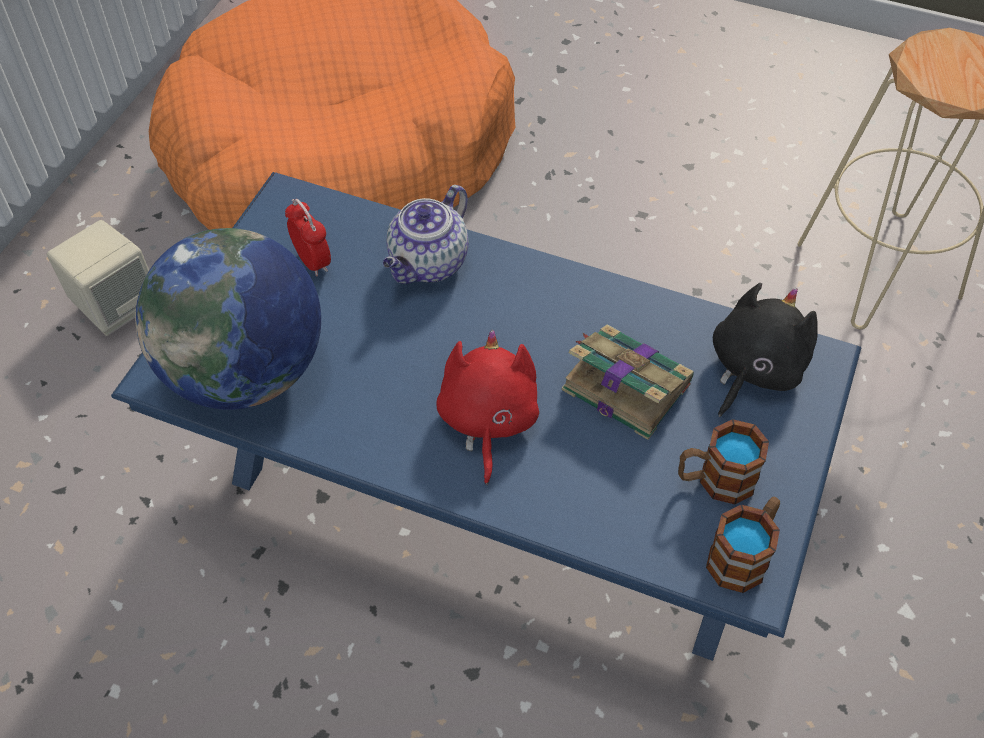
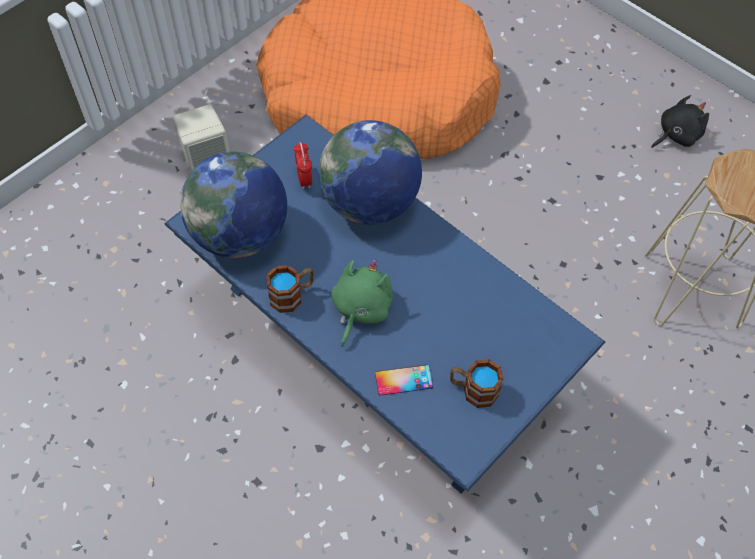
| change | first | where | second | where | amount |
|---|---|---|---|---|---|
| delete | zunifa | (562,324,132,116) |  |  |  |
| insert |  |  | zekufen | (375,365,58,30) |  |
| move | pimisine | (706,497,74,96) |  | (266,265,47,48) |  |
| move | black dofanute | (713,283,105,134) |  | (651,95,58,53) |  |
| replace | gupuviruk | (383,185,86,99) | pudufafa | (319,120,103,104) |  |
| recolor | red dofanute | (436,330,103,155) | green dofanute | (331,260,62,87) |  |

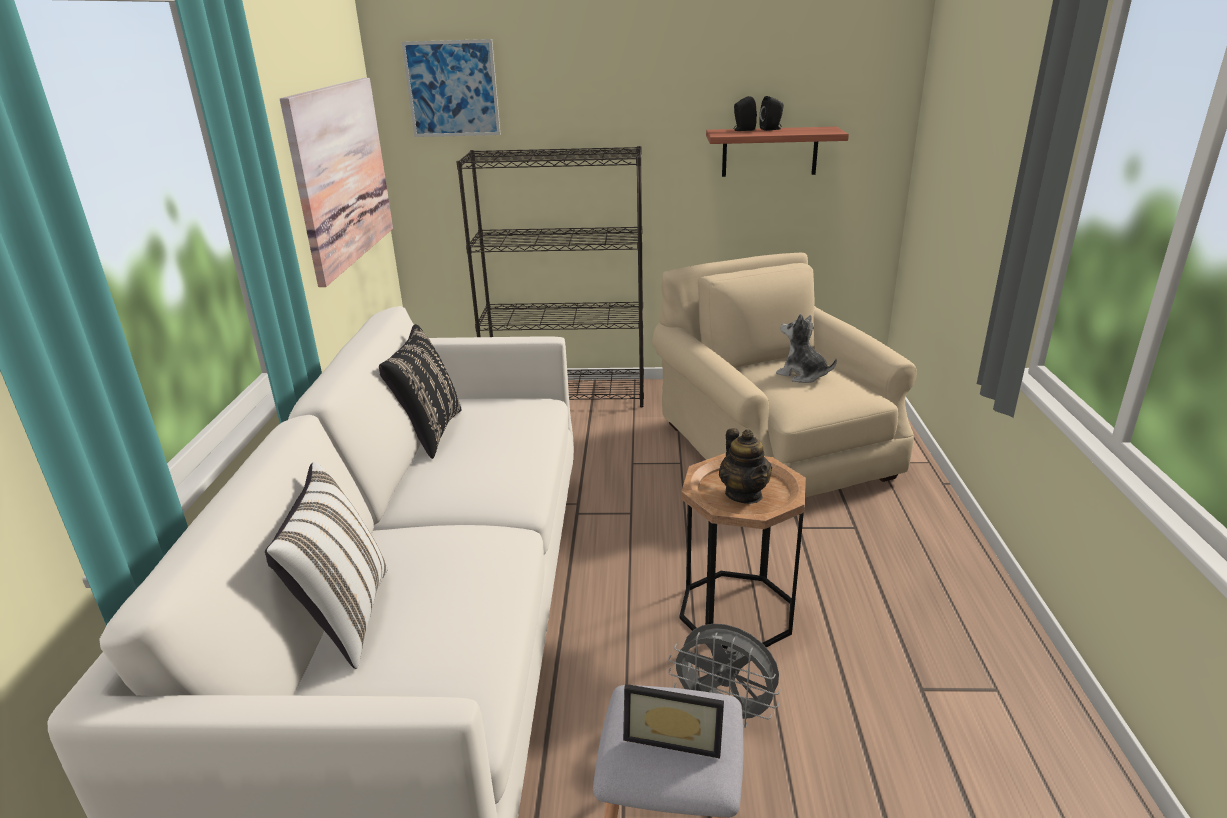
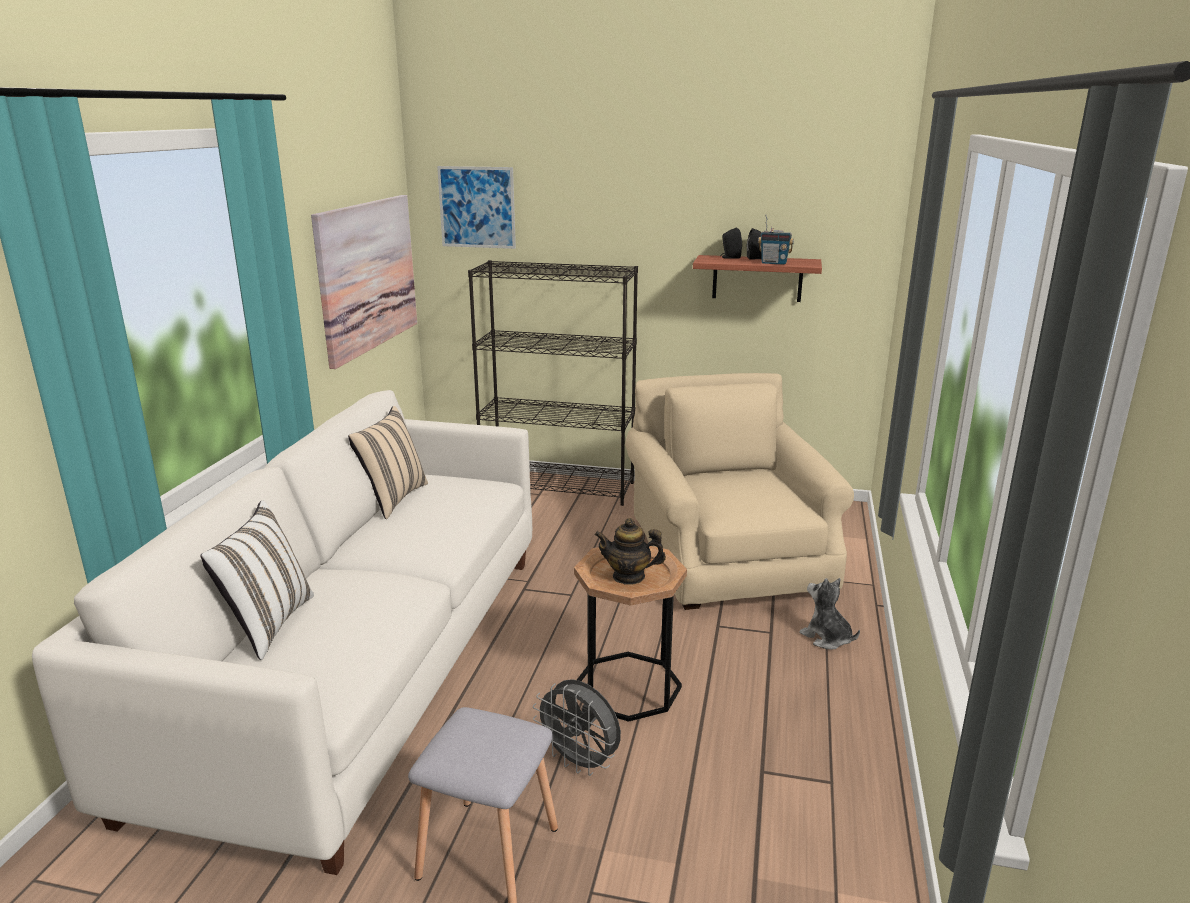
| change | first | where | second | where | amount |
|---|---|---|---|---|---|
| delete | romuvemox | (623,684,101,74) |  |  |  |
| insert |  |  | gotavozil | (758,215,36,50) |  |
| move | dofanute | (776,314,61,69) |  | (799,578,61,72) |  |
| recolor | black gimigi | (379,324,82,135) | beige gimigi | (348,406,80,113) |  |
| rotate | gupuviruk | (719,428,53,76) |  | (595,518,71,67) | 105 degrees clockwise |

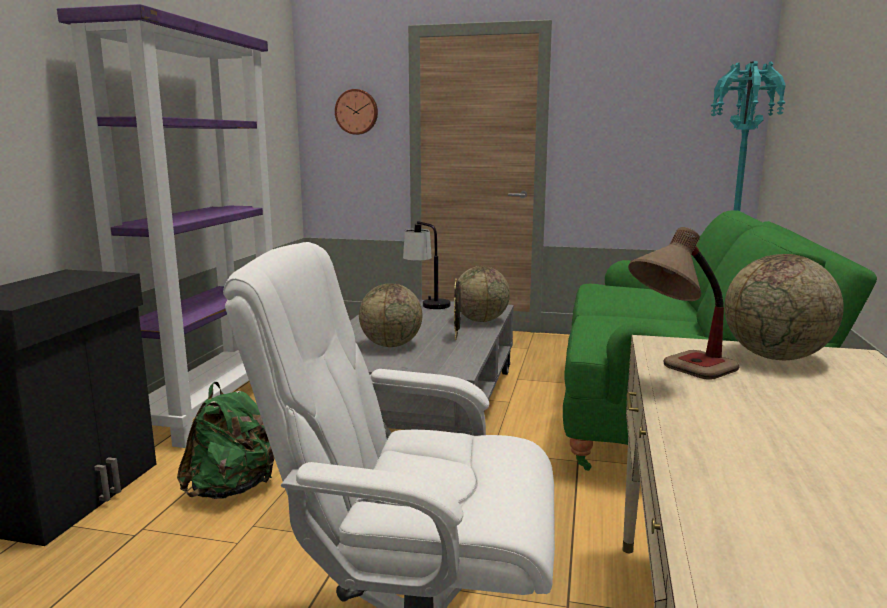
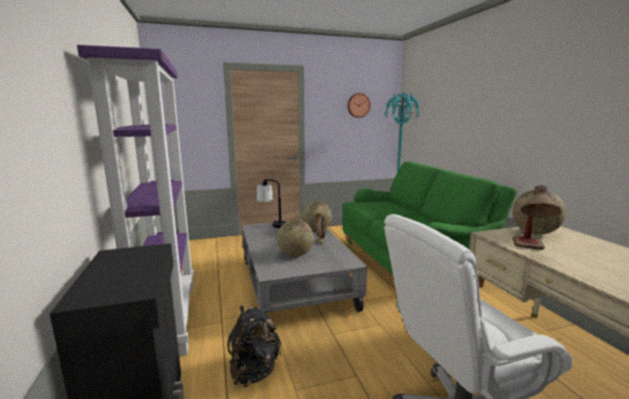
| change | first | where | second | where | amount |
|---|---|---|---|---|---|
| move | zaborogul | (335,89,43,46) |  | (348,93,22,25) |  |
| recolor | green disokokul | (177,382,98,117) | black disokokul | (227,305,54,82) |  |

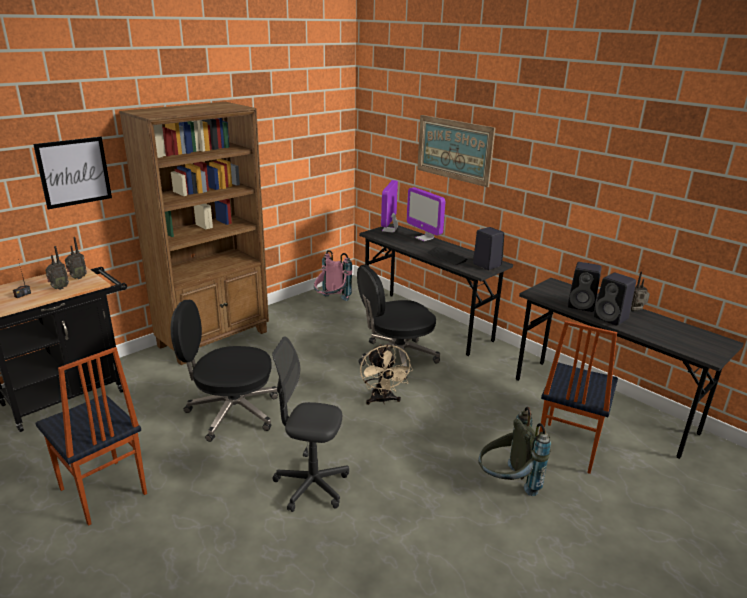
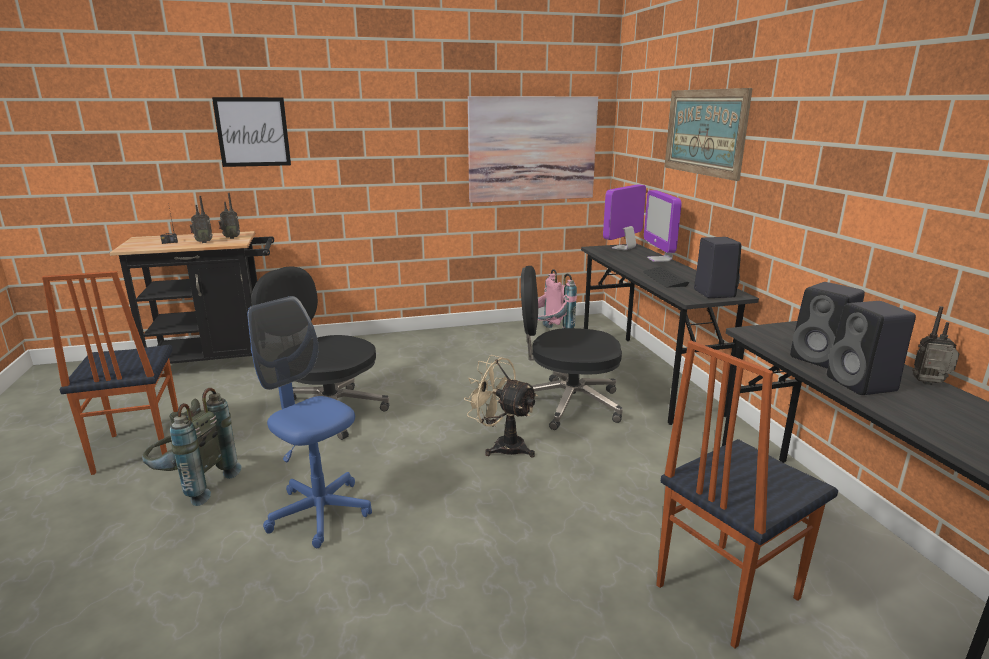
| change | first | where | second | where | amount |
|---|---|---|---|---|---|
| delete | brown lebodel | (119,102,150,263) |  |  |  |
| insert |  |  | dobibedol | (468,96,130,107) |  |
| move | grey disokokul | (478,407,73,89) |  | (142,388,99,118) |  |
| recolor | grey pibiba | (272,336,77,176) | blue pibiba | (248,296,124,252) |  |
| rotate | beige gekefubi | (360,344,53,61) |  | (464,355,74,103) | 105 degrees clockwise |

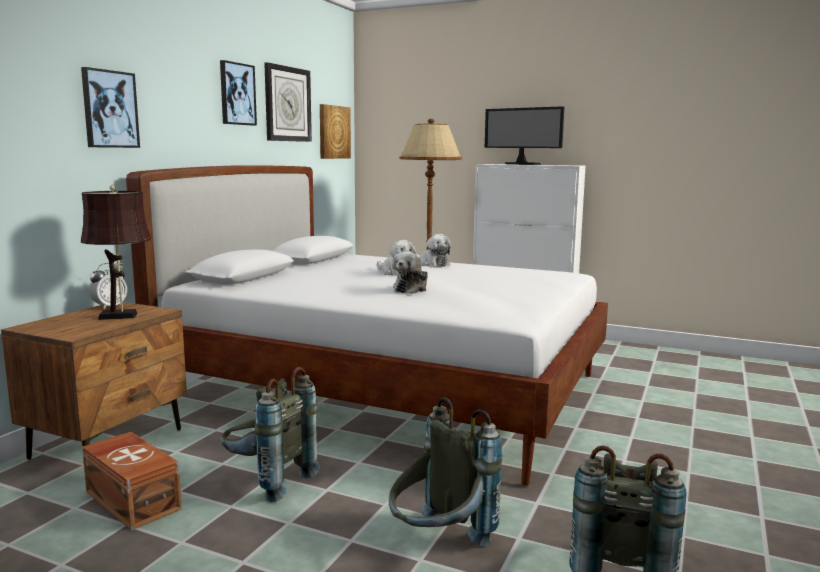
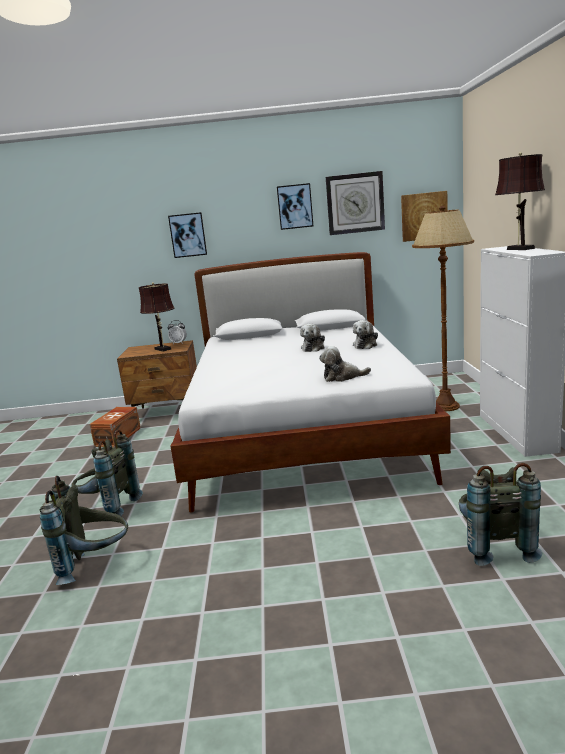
| change | first | where | second | where | amount |
|---|---|---|---|---|---|
| move | grey disokokul | (221,367,99,135) |  | (459,463,83,103) |  |
| move | dofanute | (392,252,36,42) |  | (319,346,52,36) |  |
| replace | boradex | (485,106,79,59) | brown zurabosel | (495,152,50,98) |  |

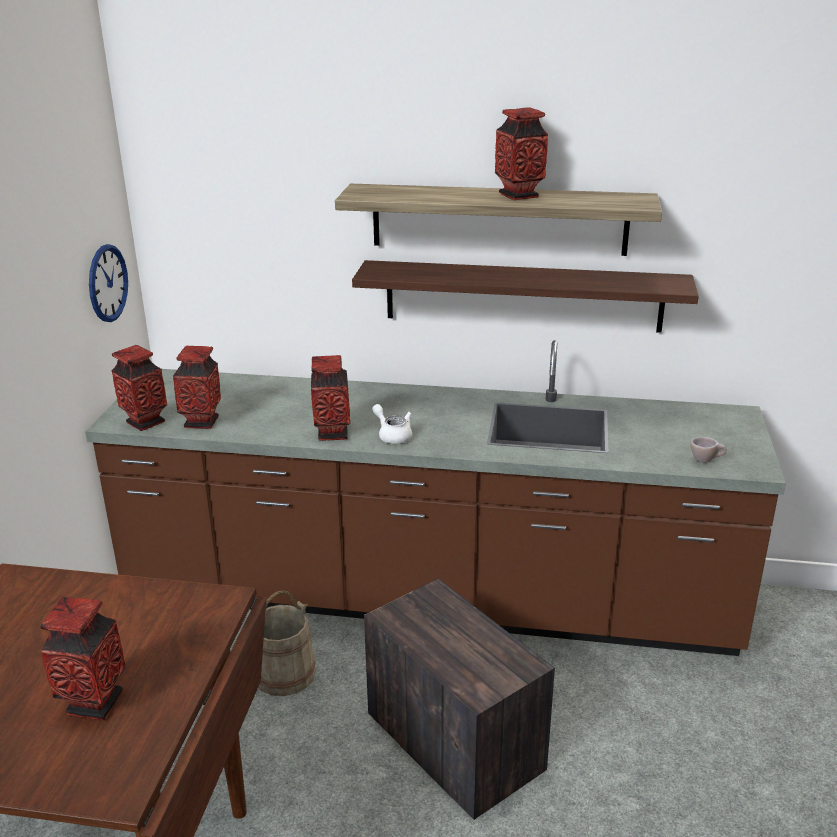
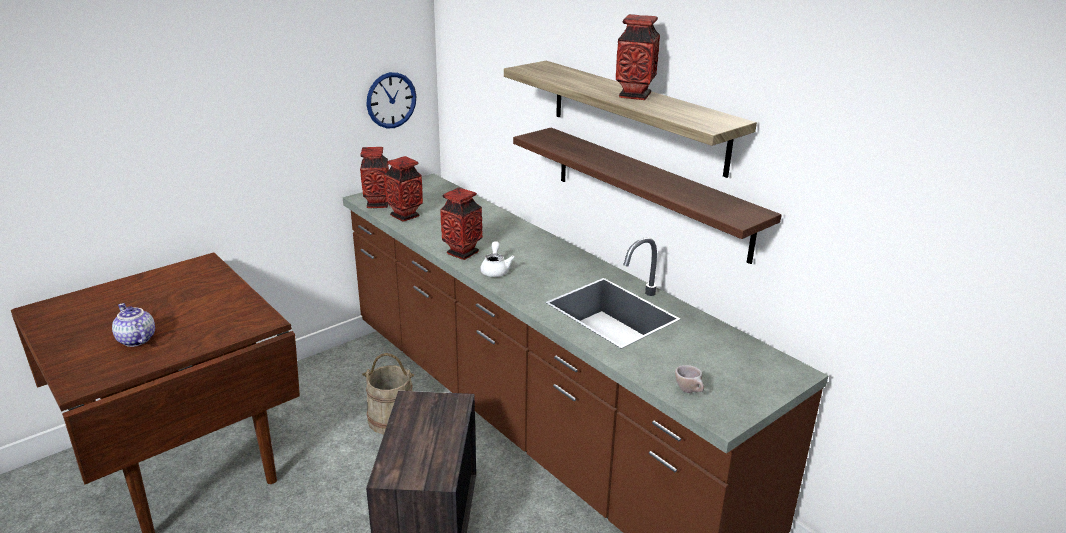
| change | first | where | second | where | amount |
|---|---|---|---|---|---|
| replace | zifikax | (40,597,86,123) | gupuviruk | (112,303,43,44) |  |

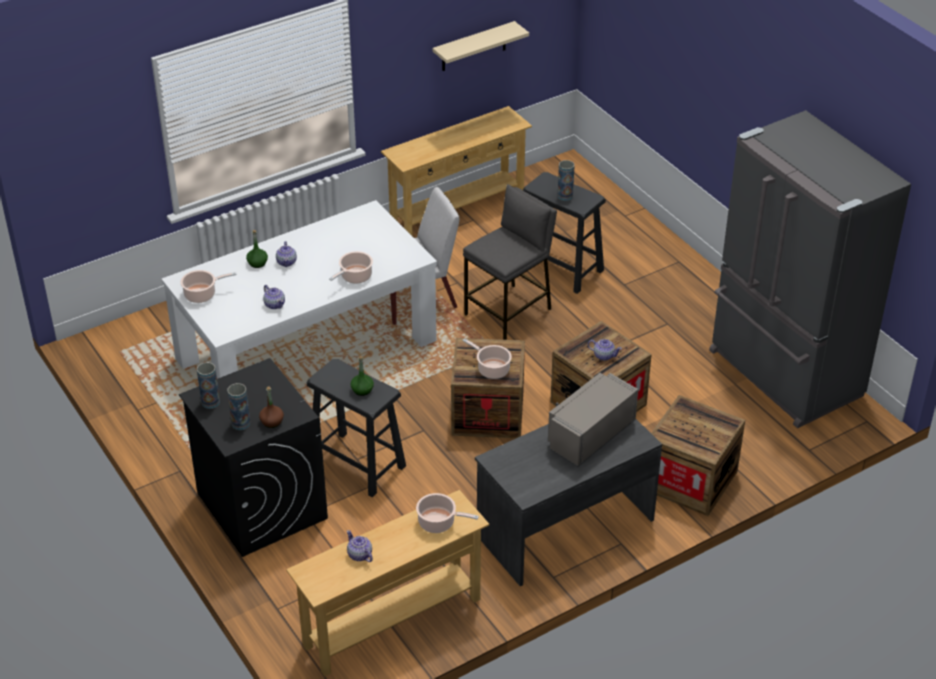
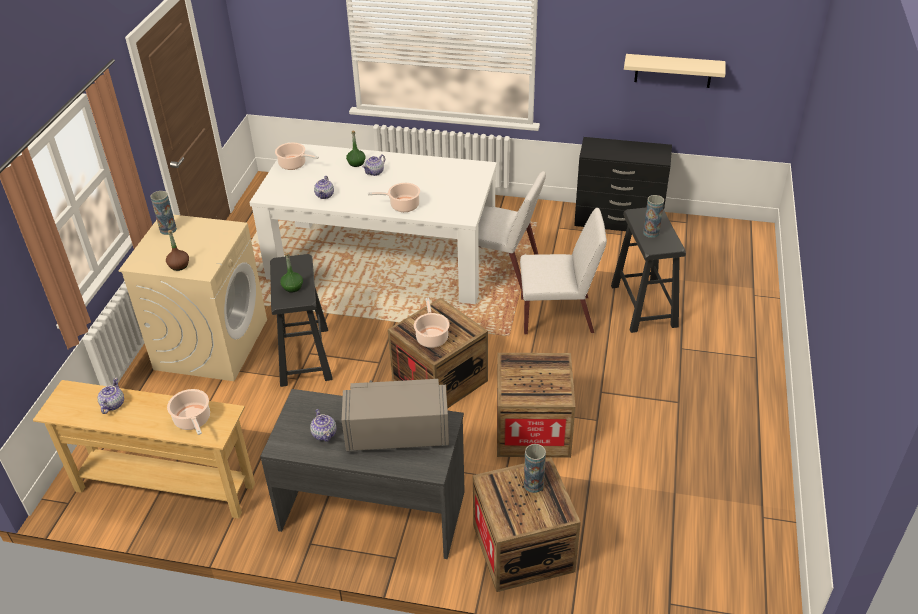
| change | first | where | second | where | amount |
|---|---|---|---|---|---|
| delete | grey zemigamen | (709,110,202,318) |  |  |  |
| move | zifikax | (227,383,23,47) |  | (524,444,22,49) |  |
| move | gupuviruk | (588,339,34,22) |  | (310,409,27,33) |  |
| replace | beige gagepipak | (381,106,151,131) | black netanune | (574,137,98,94) |  |
| replace | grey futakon | (463,184,94,156) | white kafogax | (520,208,87,126) |  |
| recolor | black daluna | (179,358,149,199) | beige daluna | (118,215,149,166) |  |

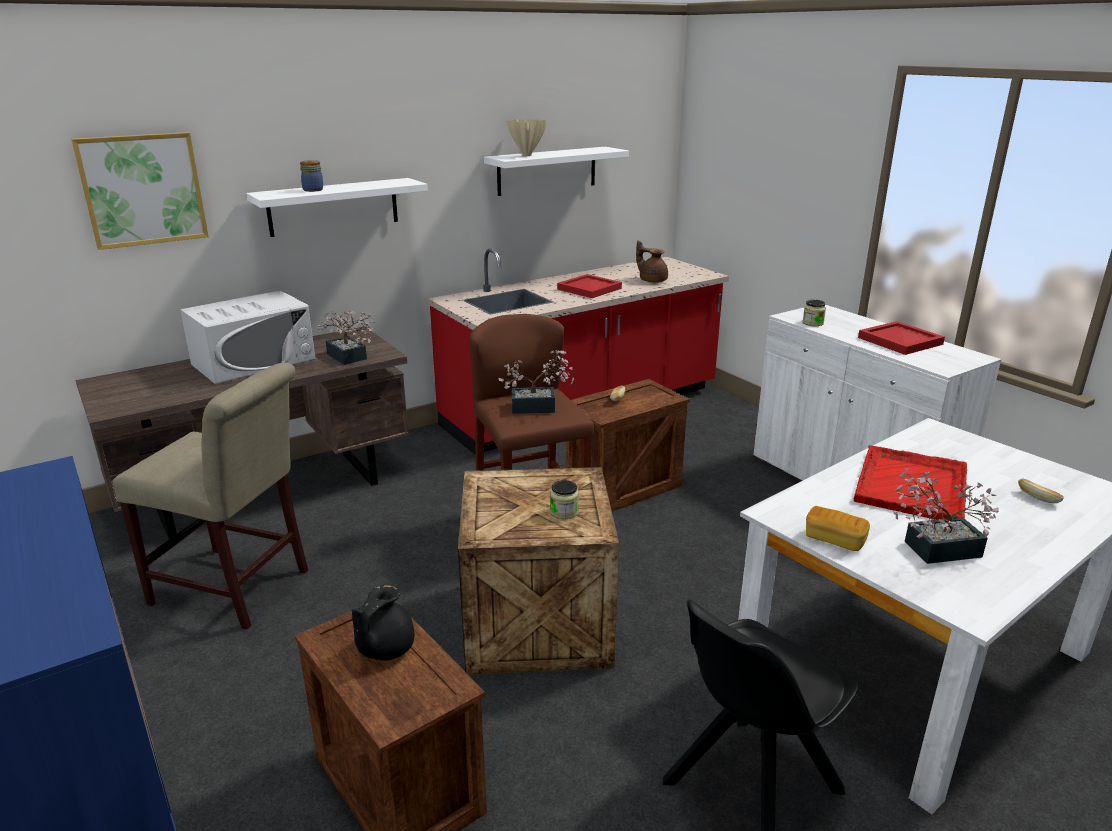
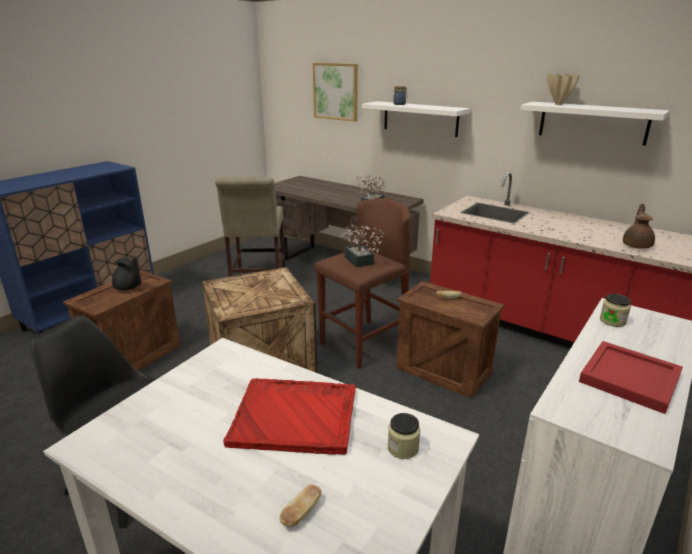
| change | first | where | second | where | amount |
|---|---|---|---|---|---|
| delete | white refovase | (180,290,135,94) |  |  |  |
| delete | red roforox | (557,274,65,24) |  |  |  |
| delete | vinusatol | (806,506,64,45) |  |  |  |
| delete | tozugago | (894,468,105,96) |  |  |  |
| move | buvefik | (550,480,29,39) |  | (388,413,32,46) |  |
| rotate | black gupuviruk | (352,585,62,76) |  | (112,258,29,32) | 150 degrees counterclockwise |

